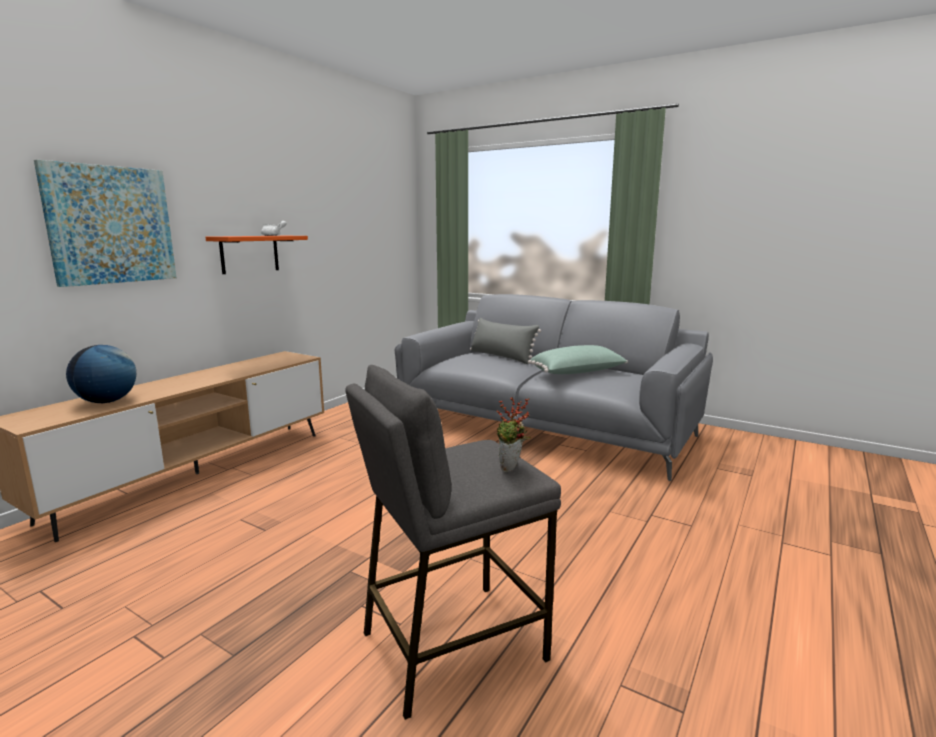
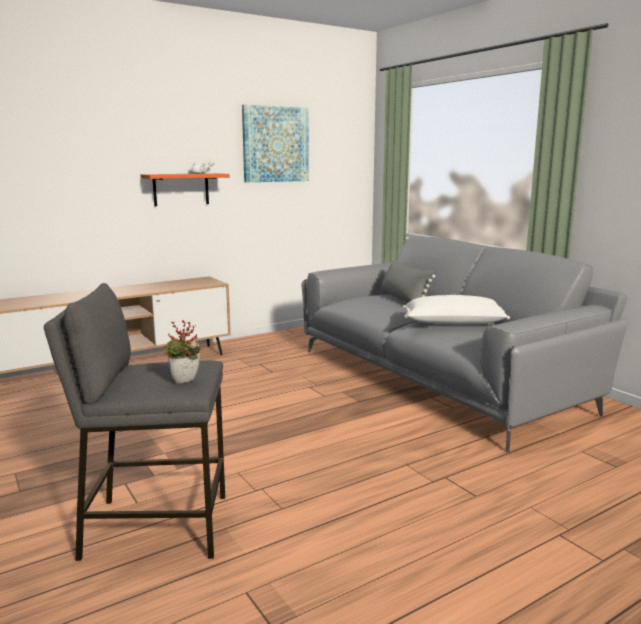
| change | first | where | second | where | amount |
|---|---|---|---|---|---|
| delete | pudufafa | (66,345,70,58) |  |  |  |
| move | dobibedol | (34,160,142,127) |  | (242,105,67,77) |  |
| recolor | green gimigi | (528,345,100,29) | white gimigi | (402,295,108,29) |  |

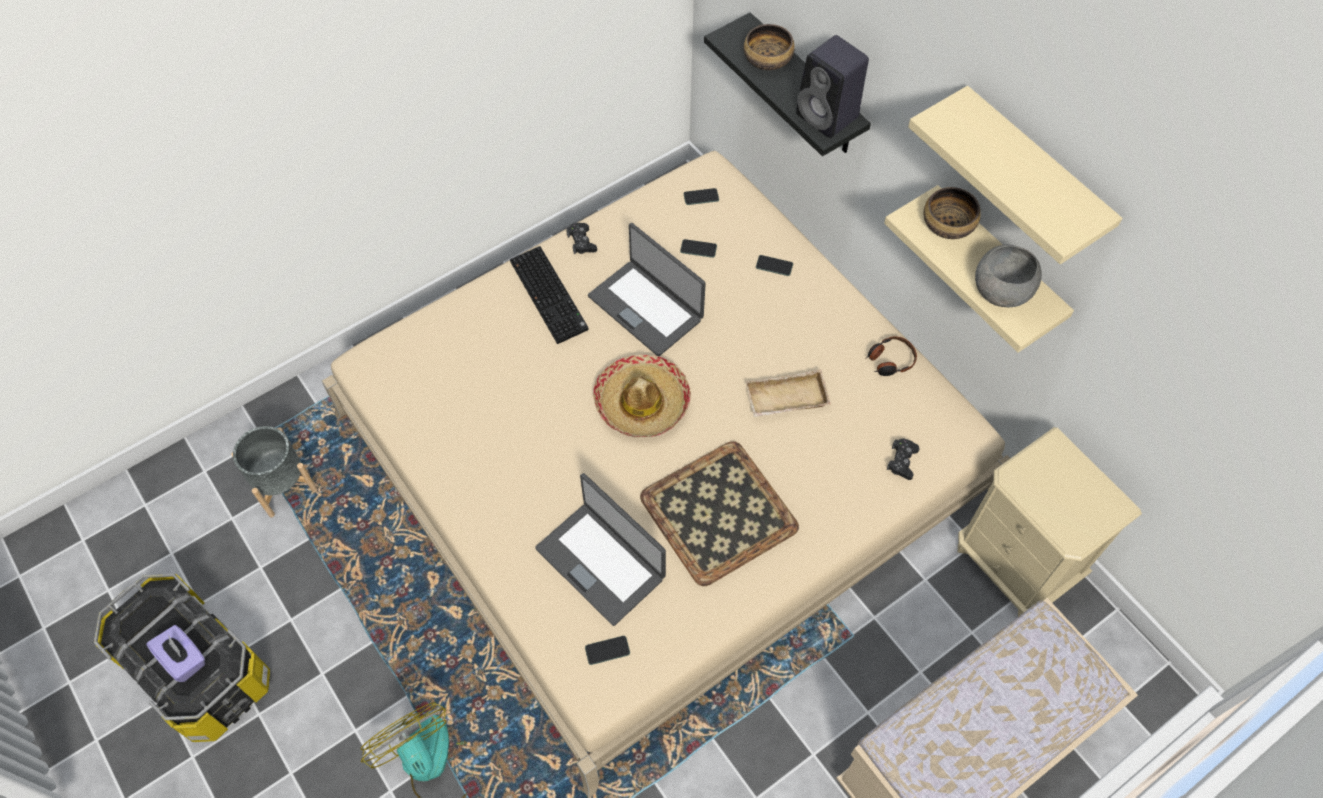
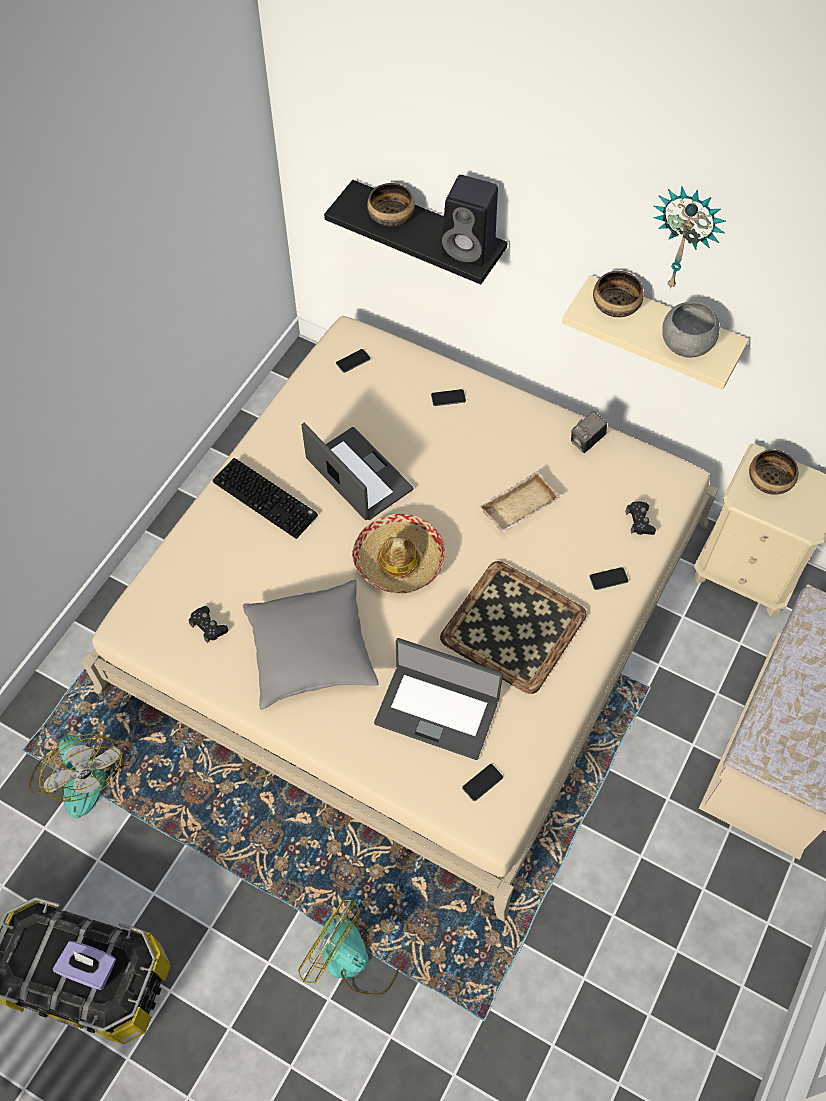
| change | first | where | second | where | amount |
|---|---|---|---|---|---|
| insert |  |  | grey gimigi | (243,580,136,130) |  |
| insert |  |  | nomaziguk | (749,449,50,46) |  |
| move | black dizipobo | (566,223,31,32) |  | (189,606,39,37) |  |
| move | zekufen | (680,239,37,19) |  | (589,567,40,23) |  |
| replace | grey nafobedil | (231,426,87,91) | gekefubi | (29,734,93,84) |  |
| replace | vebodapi | (865,336,52,40) | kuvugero | (571,411,36,42) |  |
| replace | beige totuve | (908,86,214,178) | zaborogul | (654,186,72,103) |  |
| rotate | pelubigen | (588,223,118,133) |  | (301,423,112,97) | 150 degrees counterclockwise |

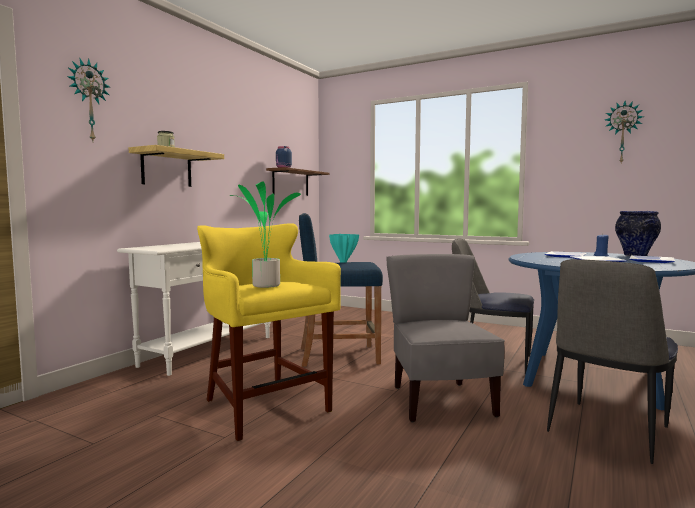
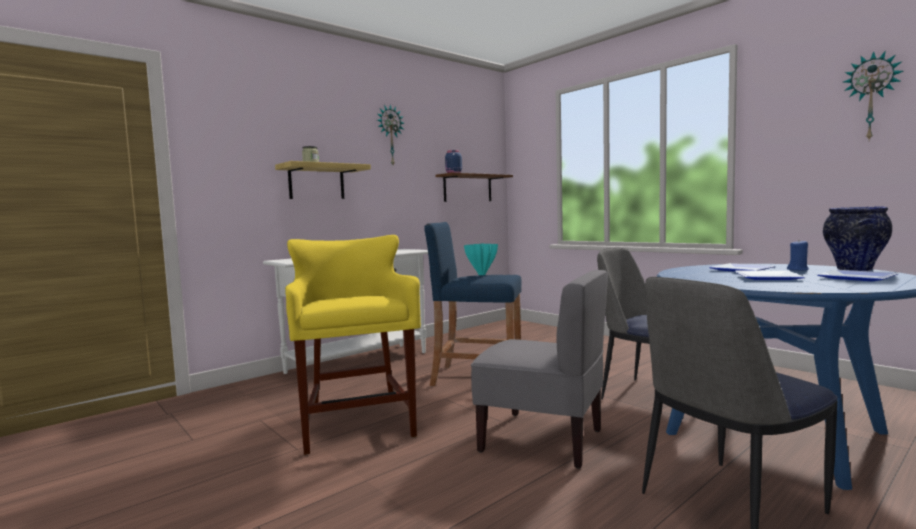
| change | first | where | second | where | amount |
|---|---|---|---|---|---|
| delete | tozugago | (230,181,71,107) |  |  |  |
| move | zaborogul | (67,58,43,83) |  | (377,104,27,61) |  |
| rotate | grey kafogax | (386,254,119,168) |  | (471,270,137,199) | 105 degrees clockwise |

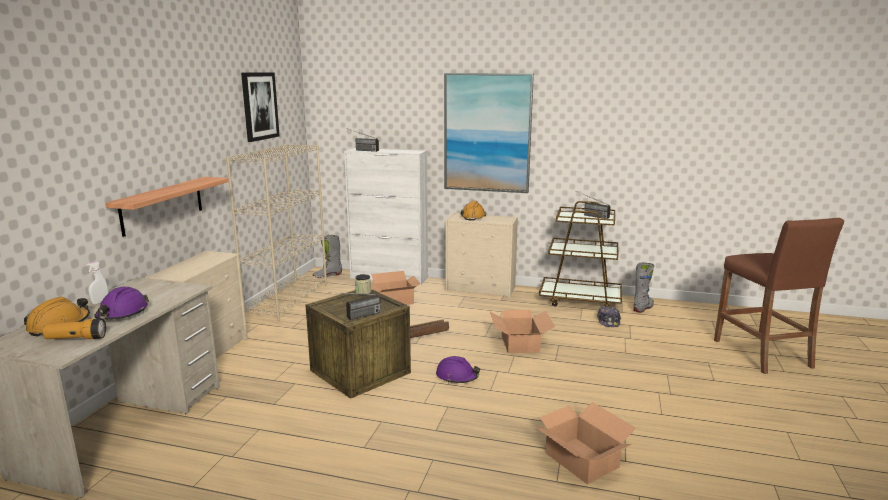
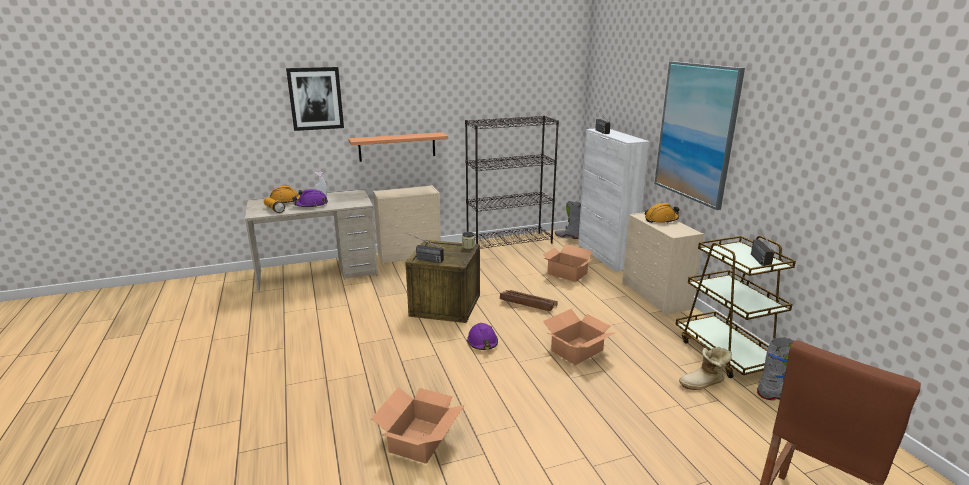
| change | first | where | second | where | amount |
|---|---|---|---|---|---|
| move | dobibedol | (241,72,39,70) |  | (286,67,58,64) |  |
| replace | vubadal | (597,306,24,21) | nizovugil | (679,346,53,44) |  |
| recolor | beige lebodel | (226,144,101,177) | black lebodel | (465,116,94,133) |  |

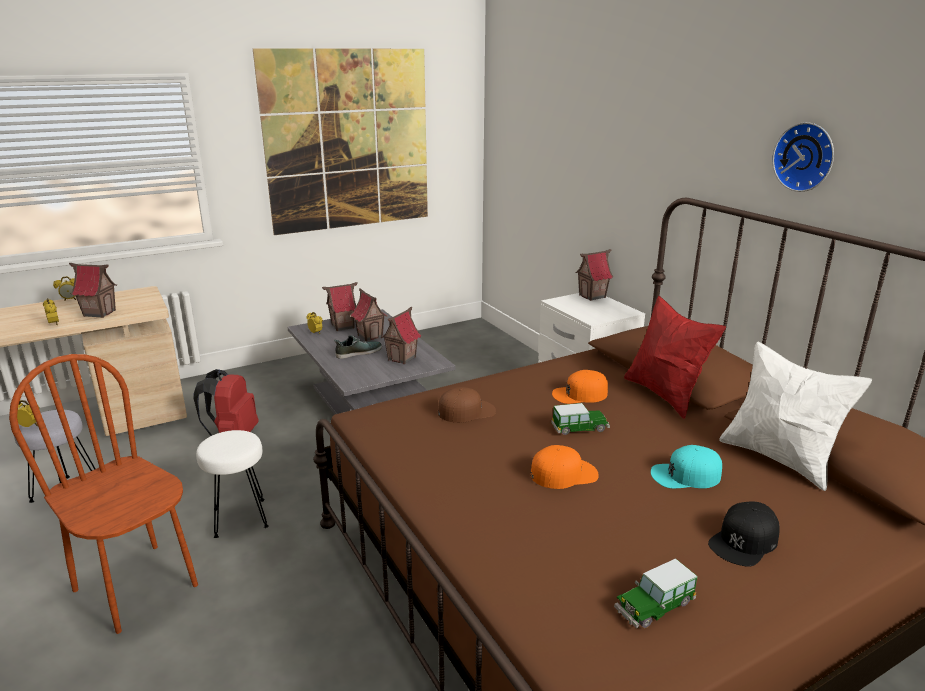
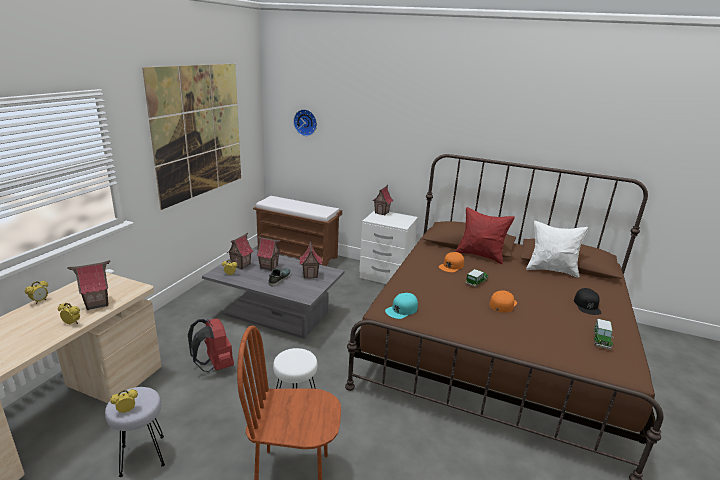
| change | first | where | second | where | amount |
|---|---|---|---|---|---|
| delete | brown vubadal | (438,387,58,36) |  |  |  |
| insert |  |  | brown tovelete | (253,196,89,70) |  |
| move | turquoise vubadal | (651,445,71,43) |  | (385,293,33,26) |  |
| move | zaborogul | (772,122,62,70) |  | (293,109,24,27) |  |

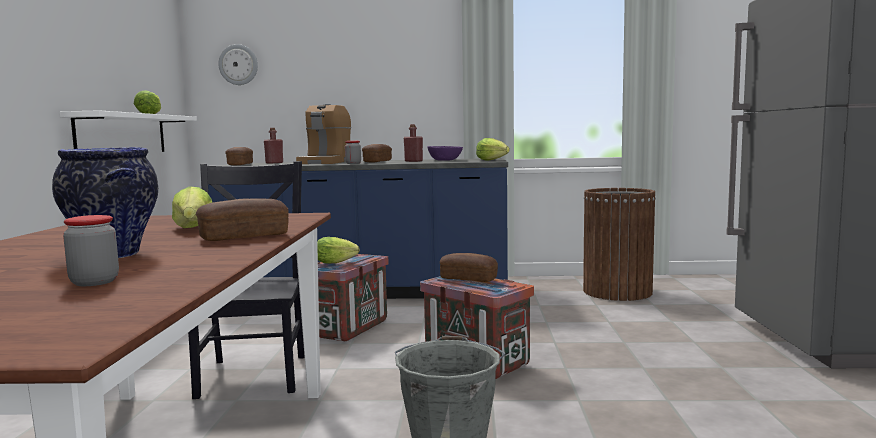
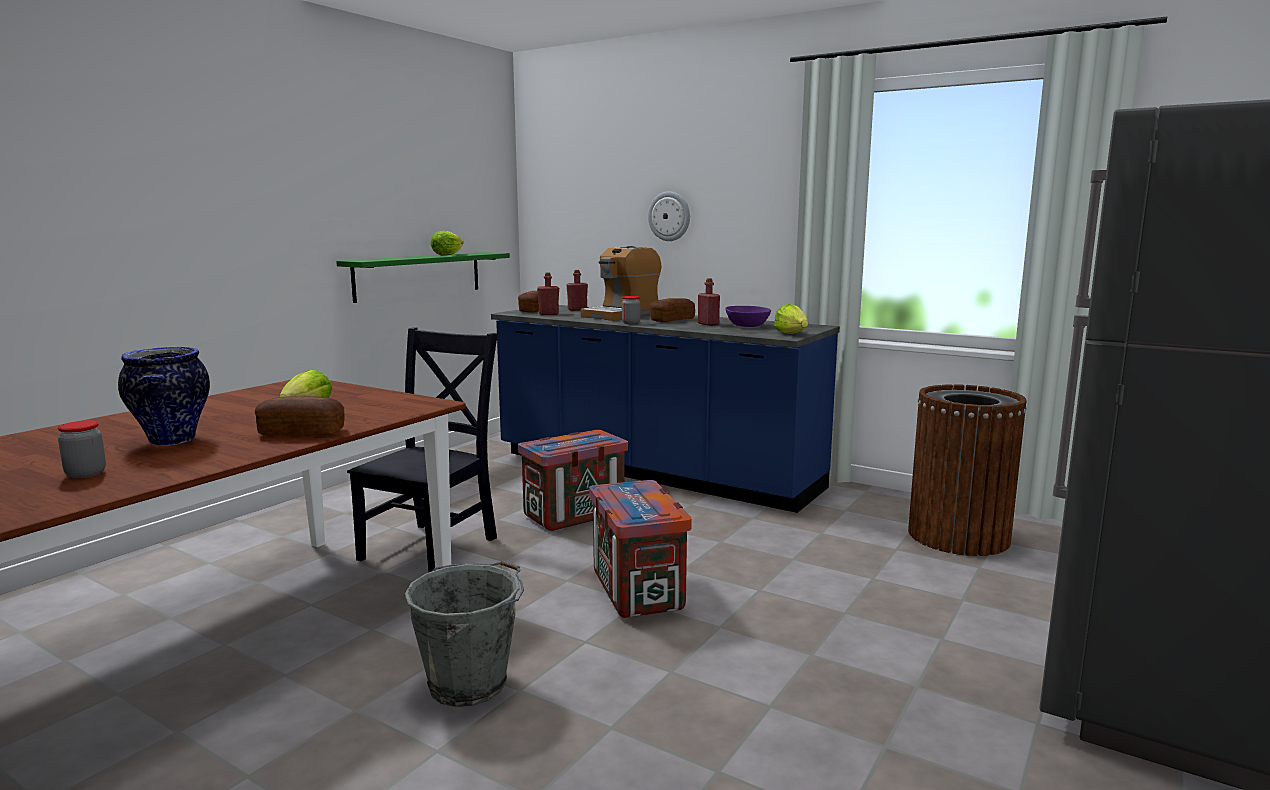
| change | first | where | second | where | amount |
|---|---|---|---|---|---|
| delete | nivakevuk | (317,237,43,26) |  |  |  |
| delete | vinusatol | (440,253,58,29) |  |  |  |
| insert |  |  | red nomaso | (537,272,22,43) |  |
| move | zaborogul | (219,44,39,41) |  | (648,191,42,50) |  |
| recolor | white totuve | (60,110,137,42) | green totuve | (336,252,174,51) |  |

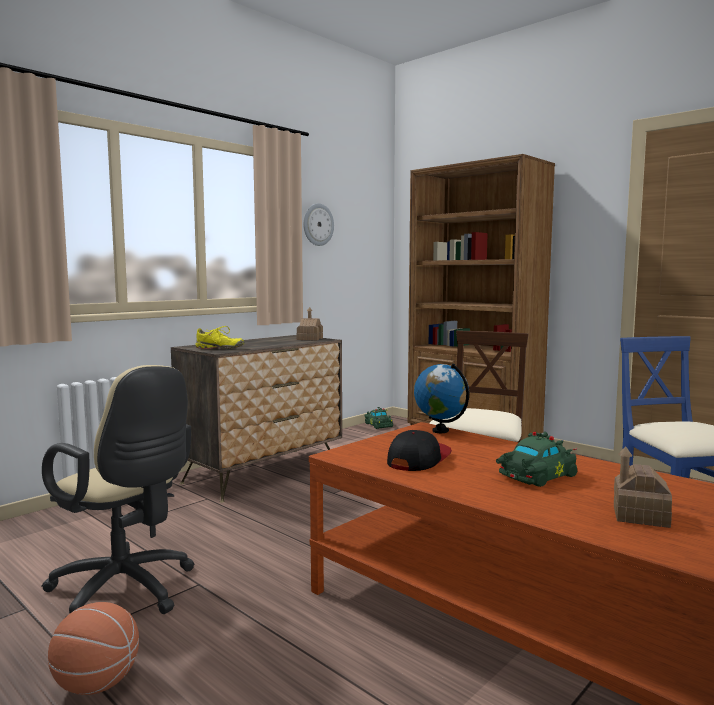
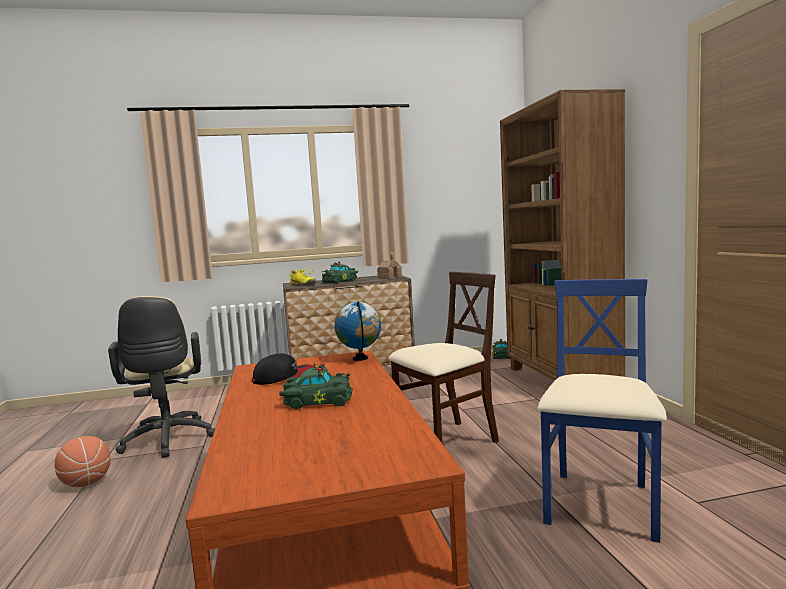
| change | first | where | second | where | amount |
|---|---|---|---|---|---|
| delete | zaborogul | (303,203,31,43) |  |  |  |
| delete | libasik | (614,446,58,82) |  |  |  |
| insert |  |  | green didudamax | (321,262,37,21) |  |

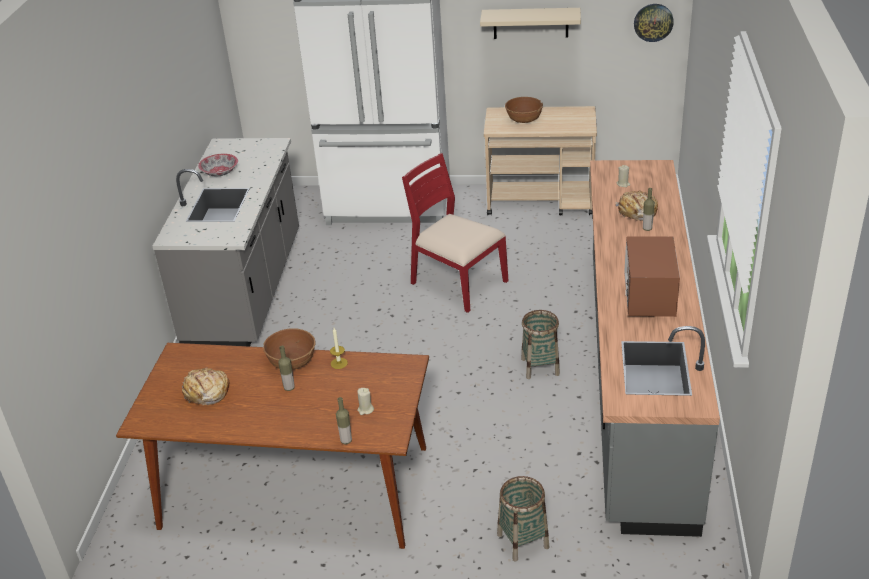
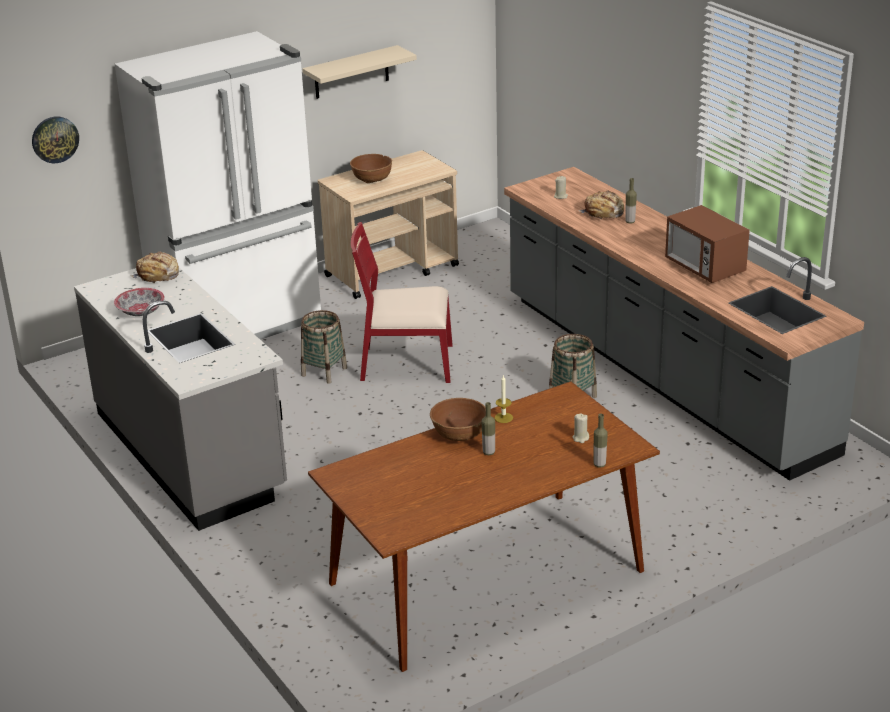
| change | first | where | second | where | amount |
|---|---|---|---|---|---|
| move | vinusatol | (182,368,47,37) |  | (130,251,49,33) |  |
| move | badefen | (497,476,53,85) |  | (301,310,46,74) |  |
| move | zaborogul | (634,4,40,38) |  | (32,116,47,47) |  |

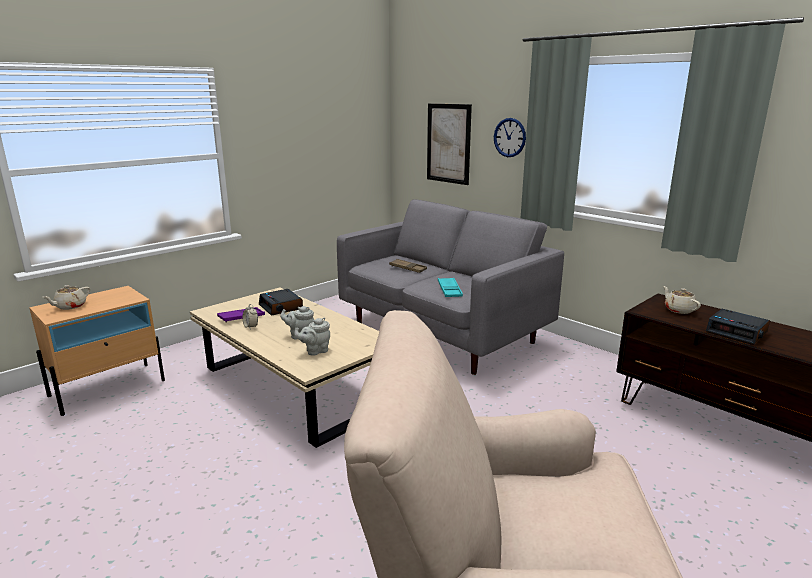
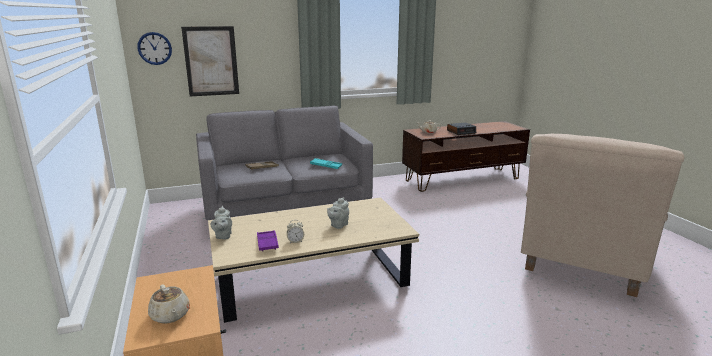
| change | first | where | second | where | amount |
|---|---|---|---|---|---|
| delete | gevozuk | (259,289,44,27) |  |  |  |
| move | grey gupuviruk | (294,318,36,38) |  | (211,206,21,33) |  |
| move | zaborogul | (494,118,32,39) |  | (137,32,35,33) |  |

